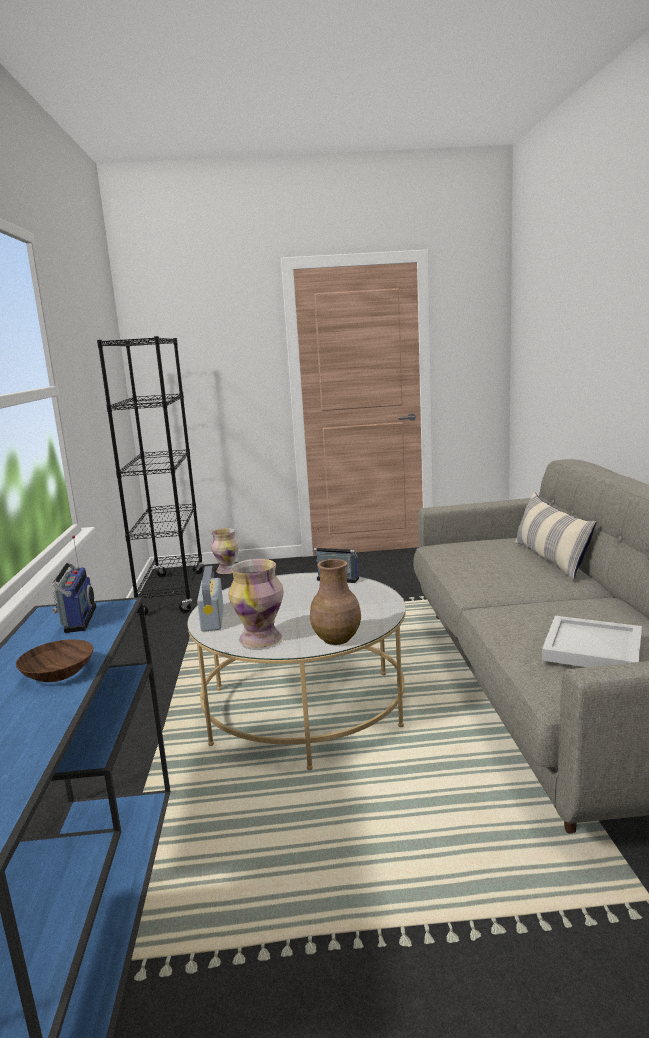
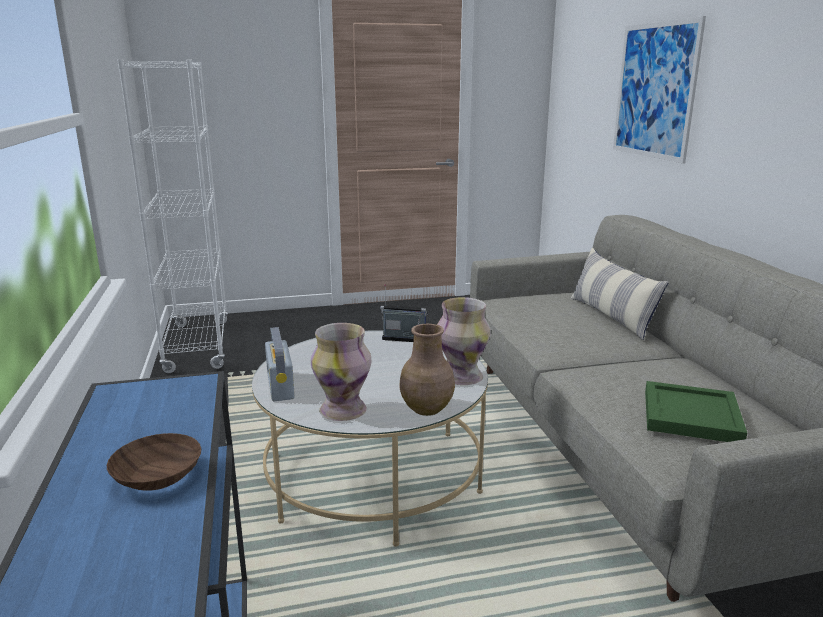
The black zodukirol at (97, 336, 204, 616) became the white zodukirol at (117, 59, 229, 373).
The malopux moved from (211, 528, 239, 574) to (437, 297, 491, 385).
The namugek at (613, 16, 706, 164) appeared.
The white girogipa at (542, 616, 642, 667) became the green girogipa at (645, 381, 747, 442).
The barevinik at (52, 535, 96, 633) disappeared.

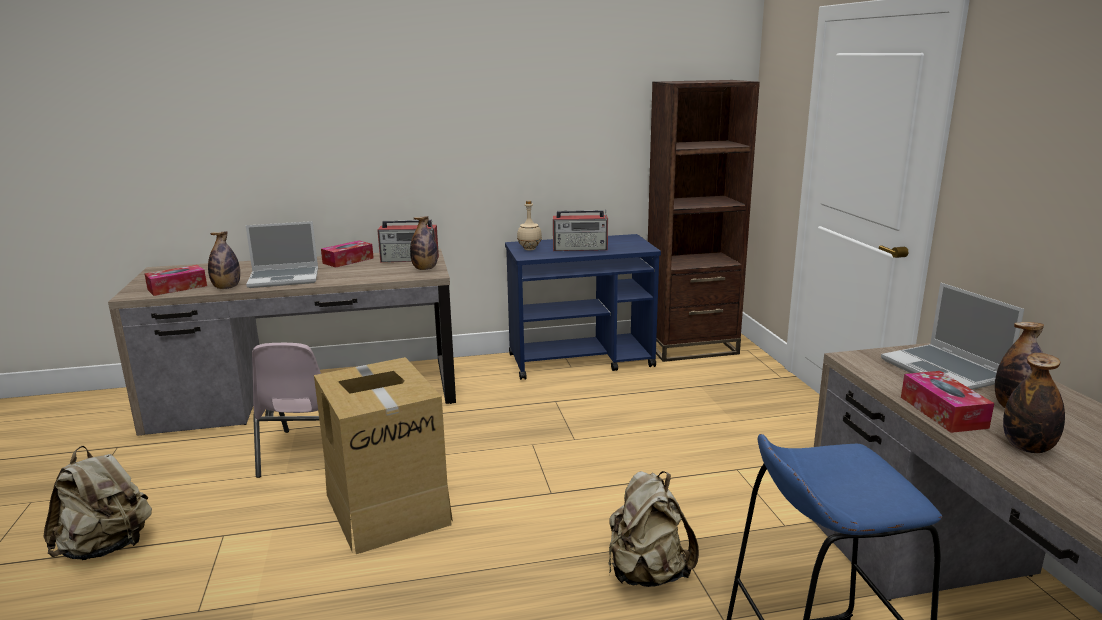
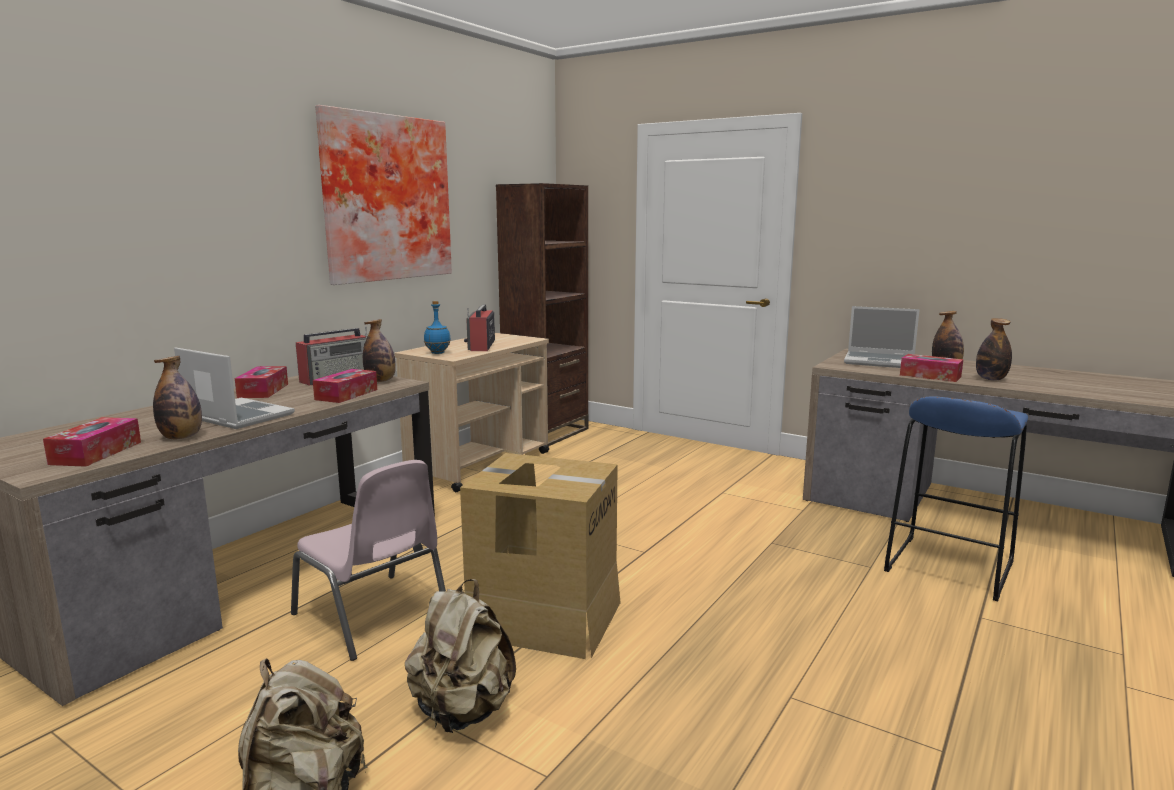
The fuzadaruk at (246, 221, 318, 288) turned 90 degrees counterclockwise.
The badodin at (313, 369, 377, 403) appeared.
The namugek at (315, 105, 452, 285) appeared.
The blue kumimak at (505, 234, 661, 380) became the beige kumimak at (394, 333, 549, 492).
The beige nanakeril moved from (608, 471, 699, 587) to (405, 579, 516, 733).
The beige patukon at (517, 201, 542, 251) became the blue patukon at (424, 301, 451, 354).
The barevinik at (553, 210, 608, 251) turned 135 degrees clockwise.

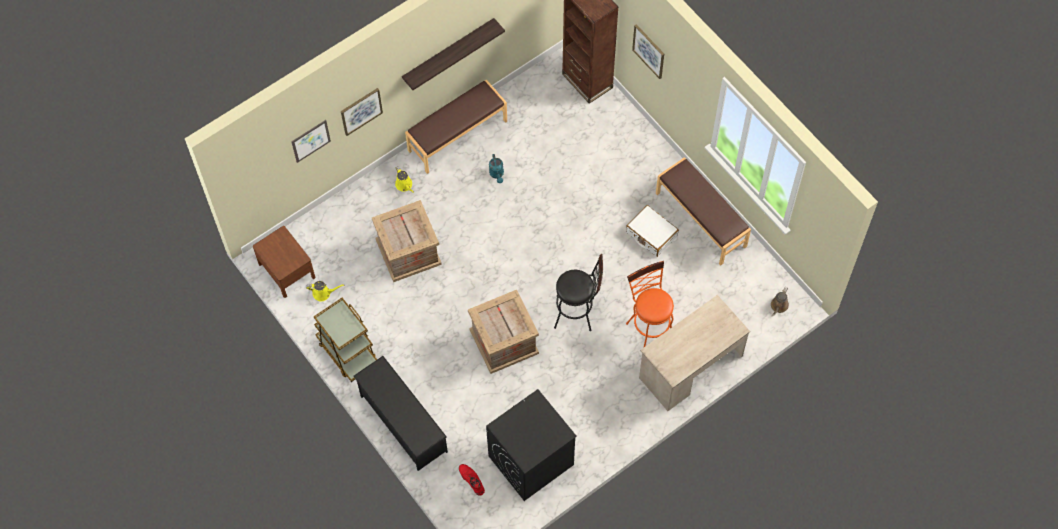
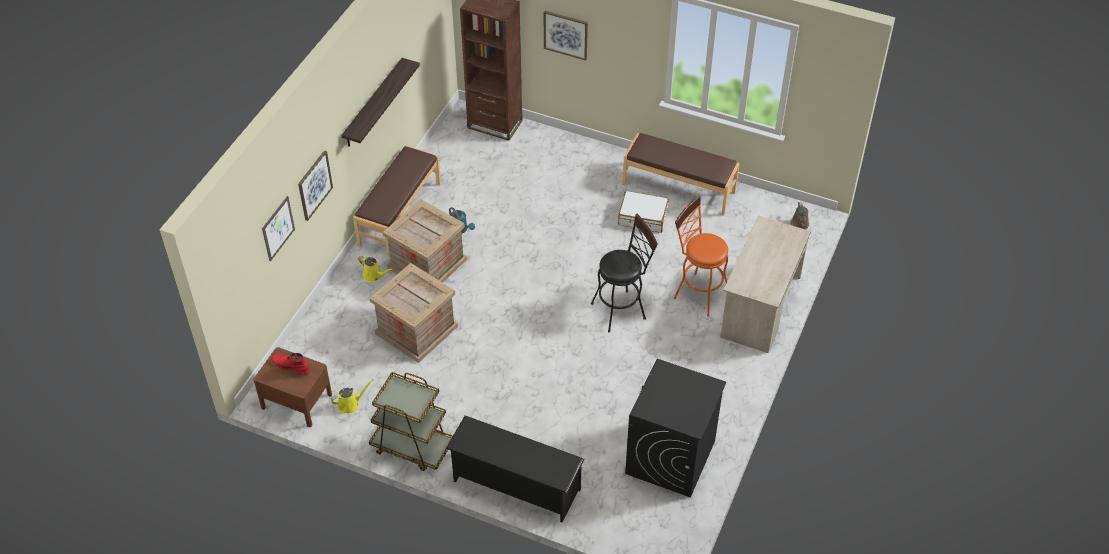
The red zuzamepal moved from (459, 464, 485, 496) to (271, 353, 311, 376).
The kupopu moved from (468, 290, 539, 374) to (383, 199, 467, 283).

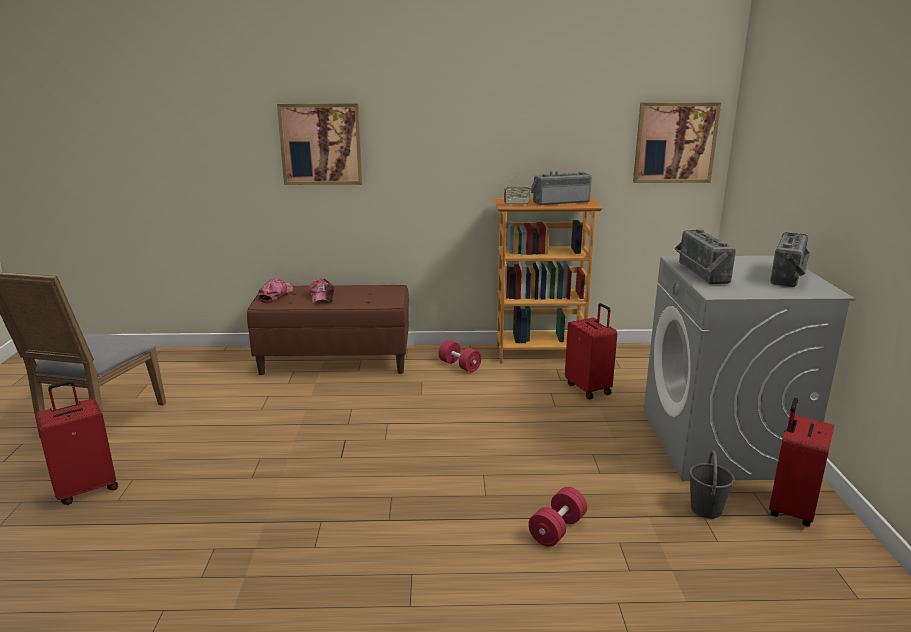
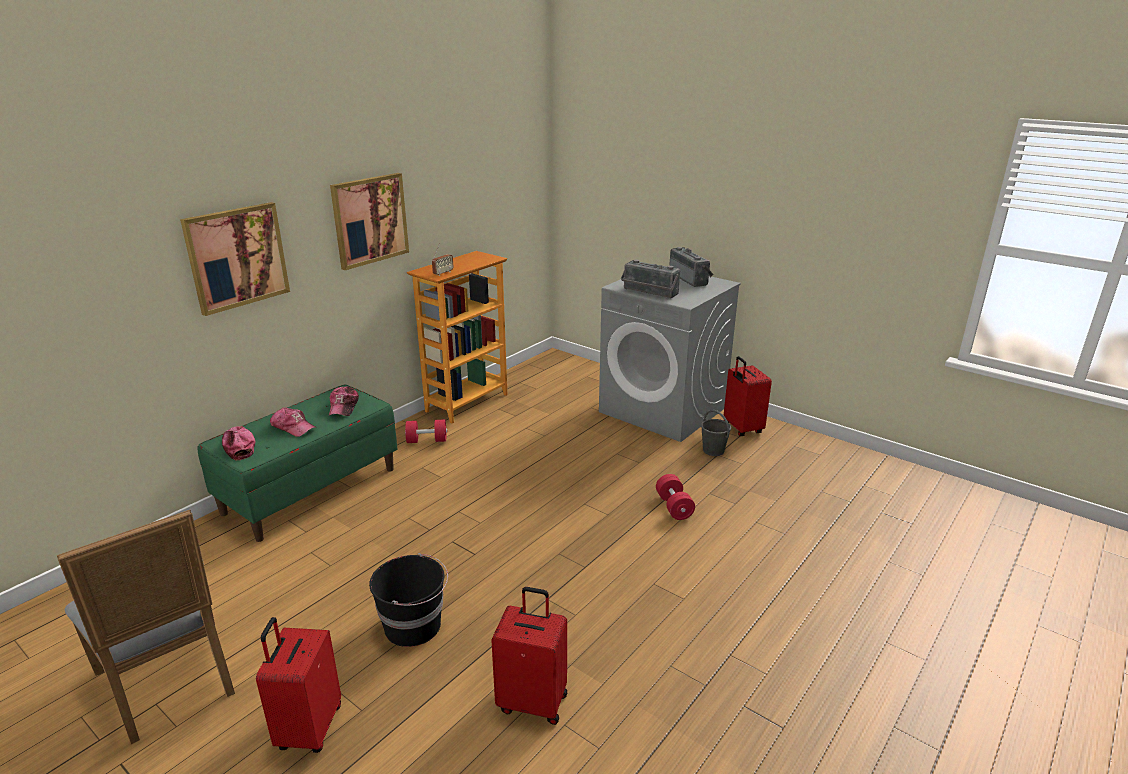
The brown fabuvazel at (247, 285, 409, 375) became the green fabuvazel at (197, 384, 397, 542).
The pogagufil at (329, 387, 359, 416) appeared.
The namugek moved from (633, 102, 721, 183) to (330, 173, 409, 270).
The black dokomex at (369, 553, 448, 647) appeared.
The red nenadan moved from (565, 303, 617, 399) to (491, 587, 567, 725).
The barevinik at (530, 171, 592, 206) disappeared.

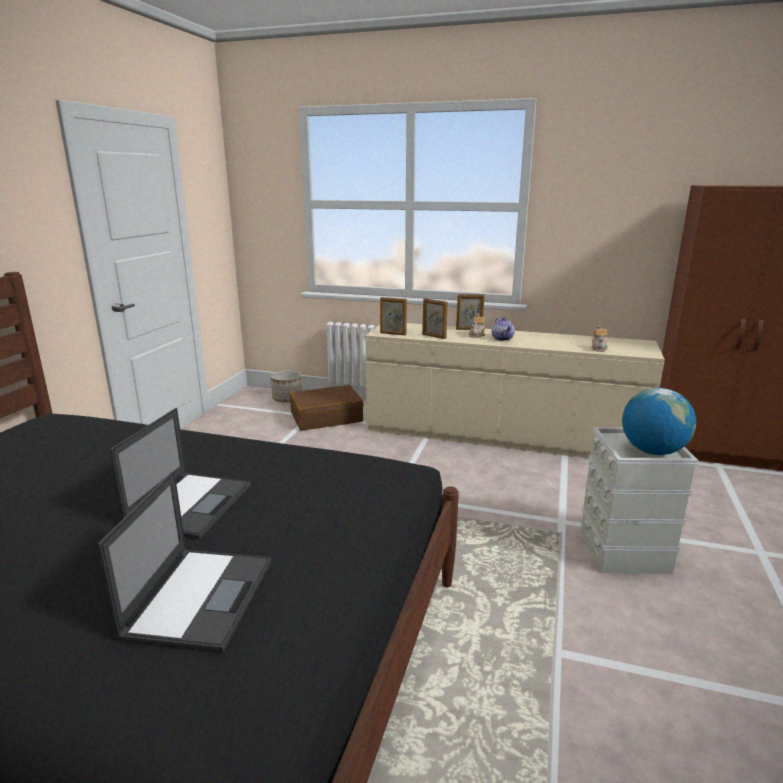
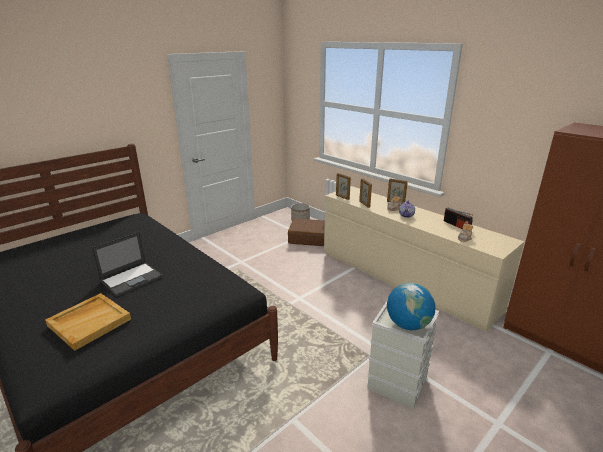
The fuzadaruk at (98, 471, 271, 652) was replaced by the beige girogipa at (45, 293, 131, 351).
The barevinik at (444, 208, 473, 229) appeared.

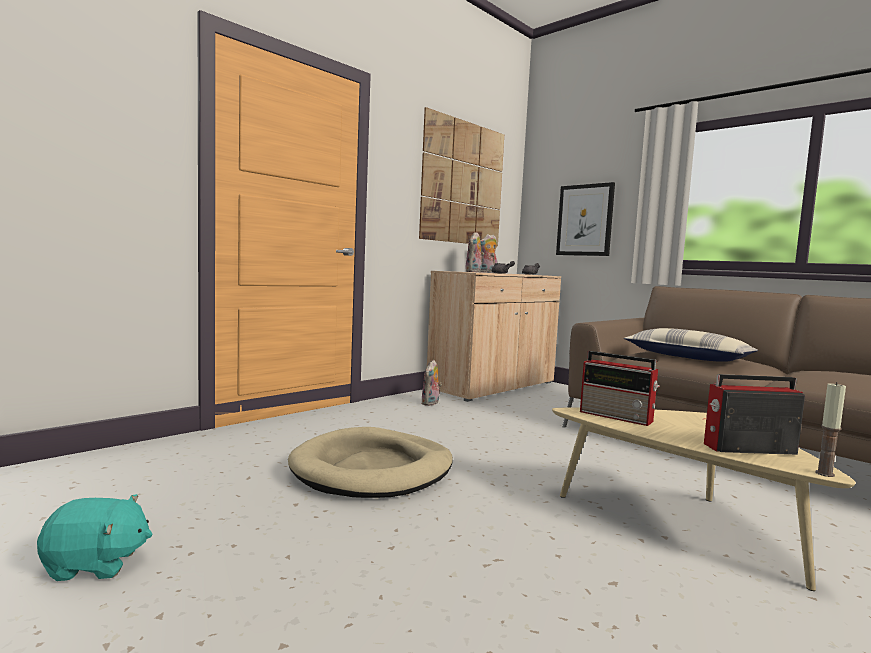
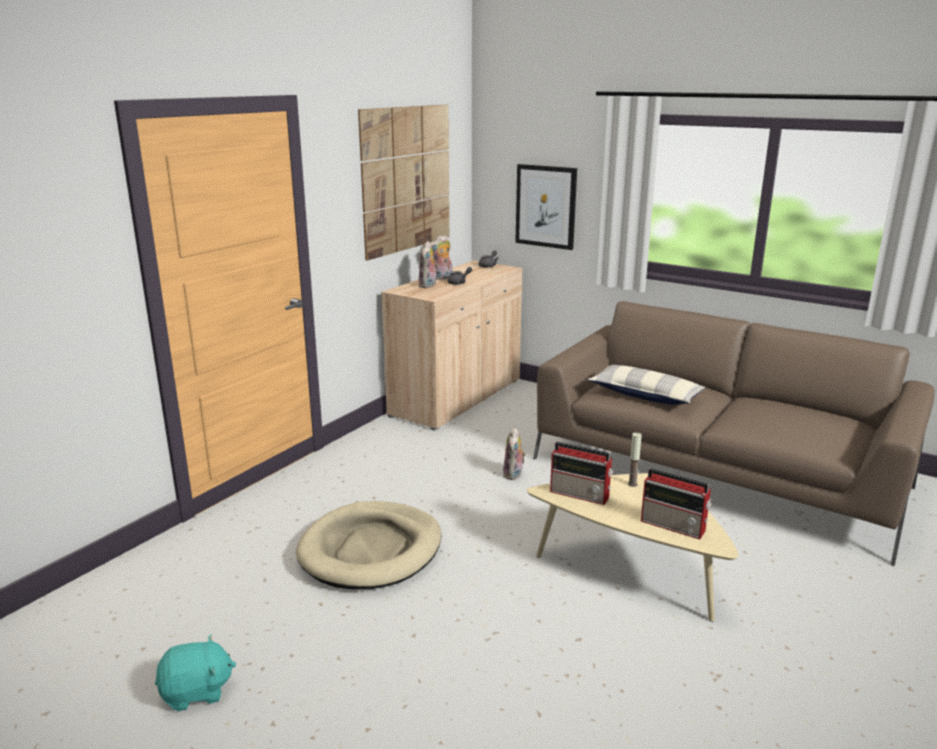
The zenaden moved from (421, 360, 442, 406) to (503, 427, 526, 480).
The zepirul moved from (815, 382, 846, 477) to (628, 433, 642, 487).
The barevinik at (704, 374, 805, 455) turned 135 degrees counterclockwise.

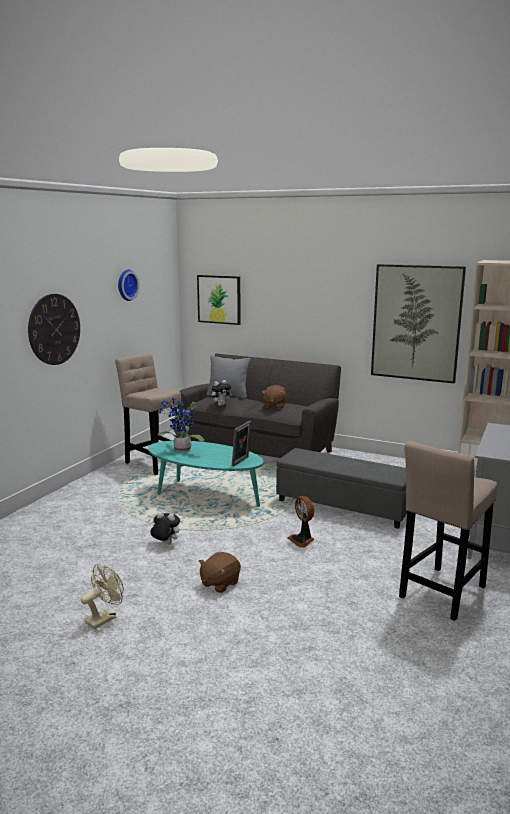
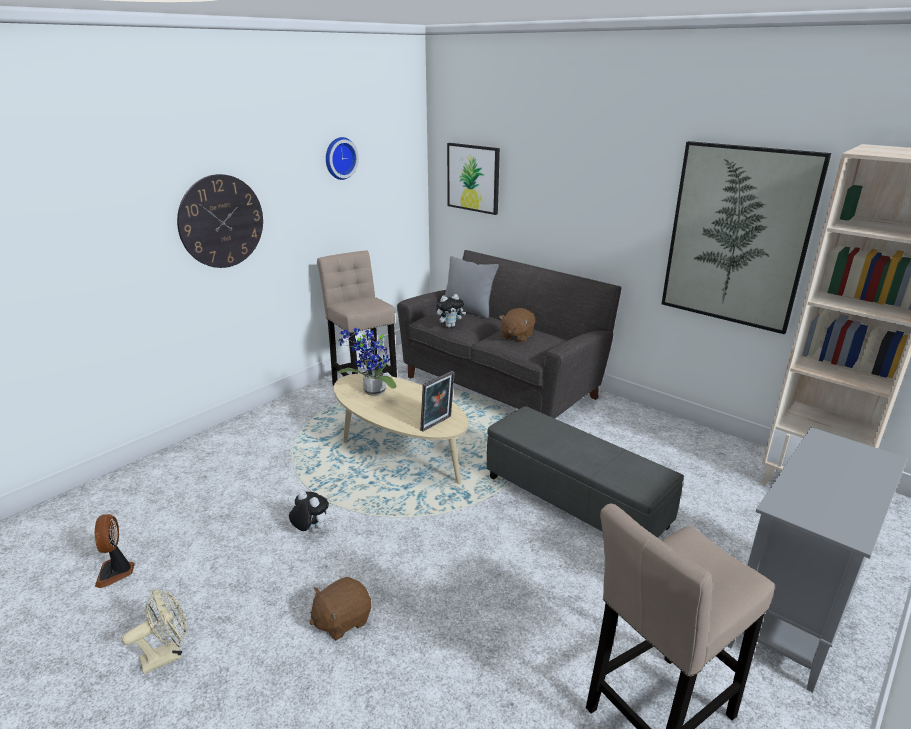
The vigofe moved from (288, 496, 314, 548) to (95, 514, 135, 588).
The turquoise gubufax at (148, 441, 264, 507) became the beige gubufax at (334, 373, 468, 484).

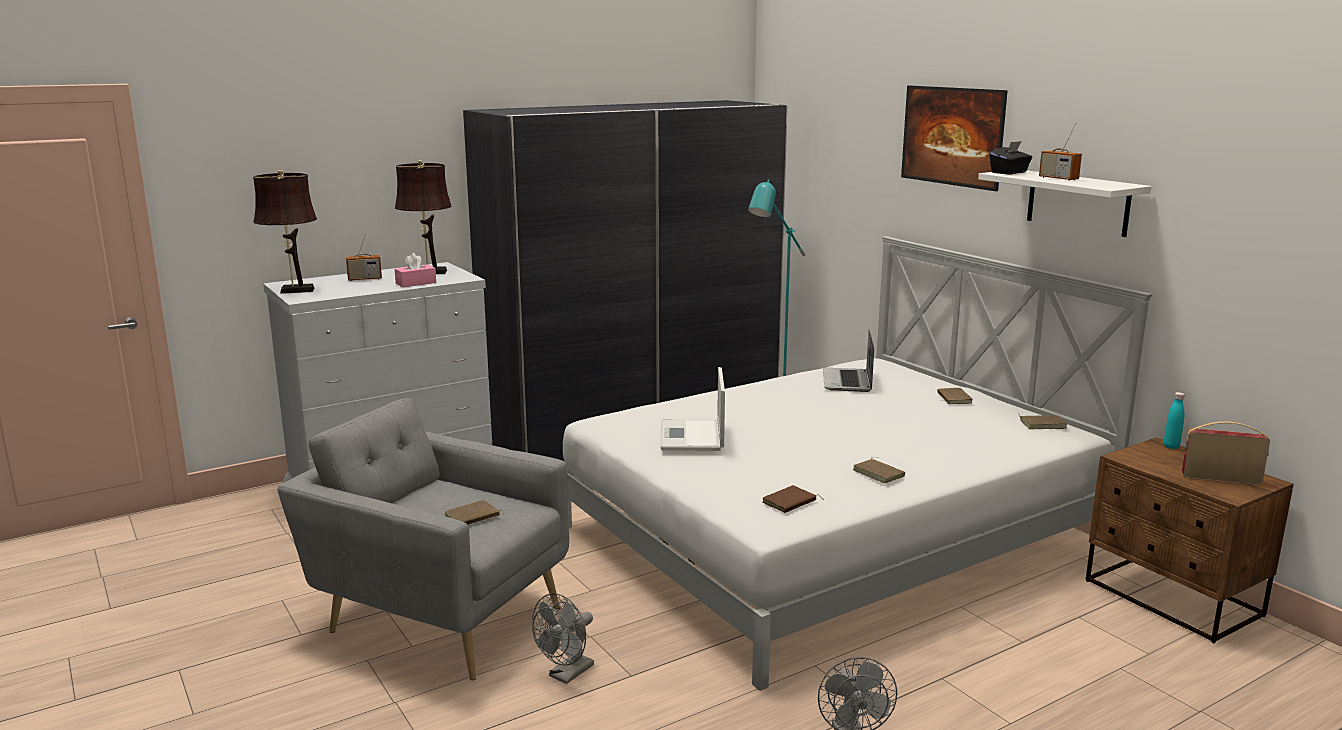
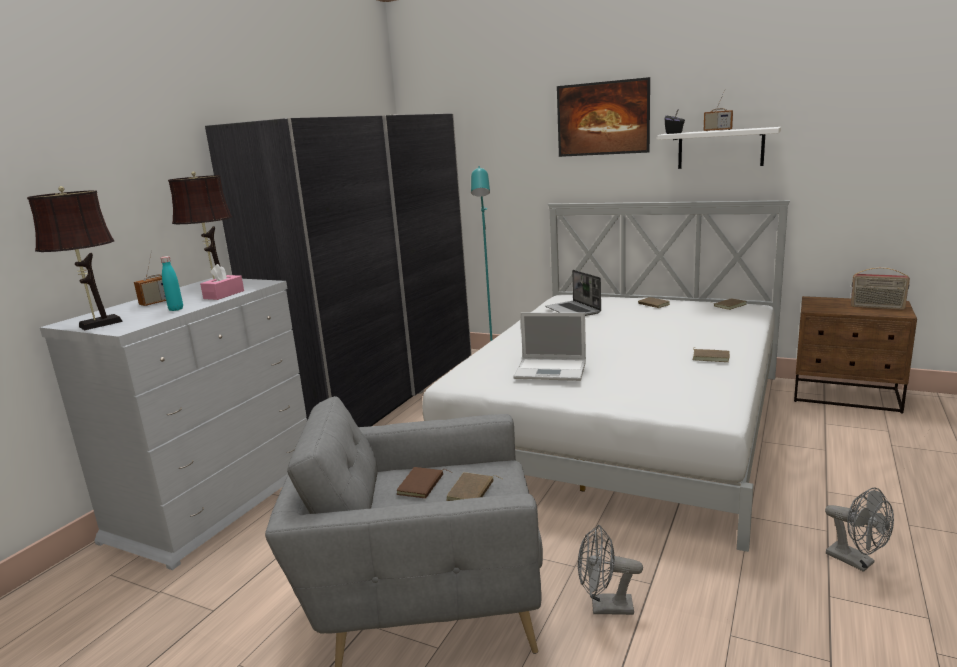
The turquoise patukon moved from (1164, 392, 1185, 449) to (161, 256, 183, 311).
The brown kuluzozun moved from (762, 485, 824, 513) to (396, 467, 452, 499).
The fuzadaruk at (661, 367, 725, 451) turned 45 degrees counterclockwise.
The grey vigofe at (532, 593, 594, 684) turned 90 degrees clockwise.
The barevinik at (1182, 421, 1270, 485) turned 135 degrees counterclockwise.

